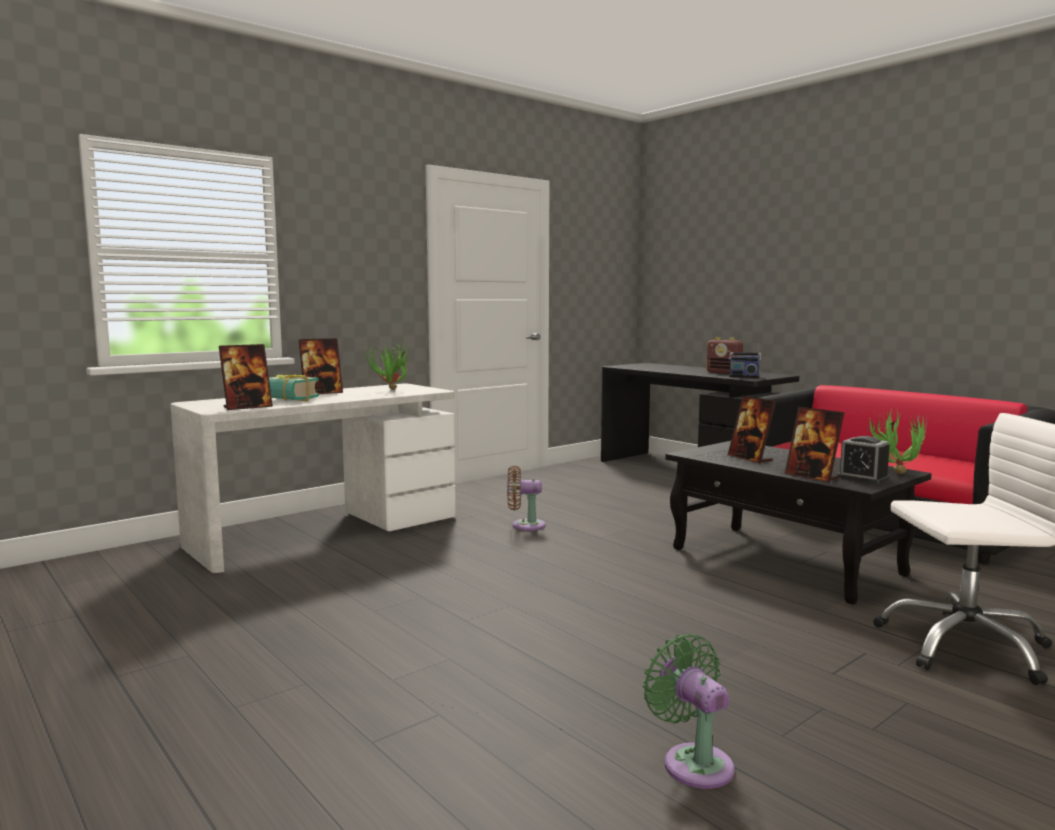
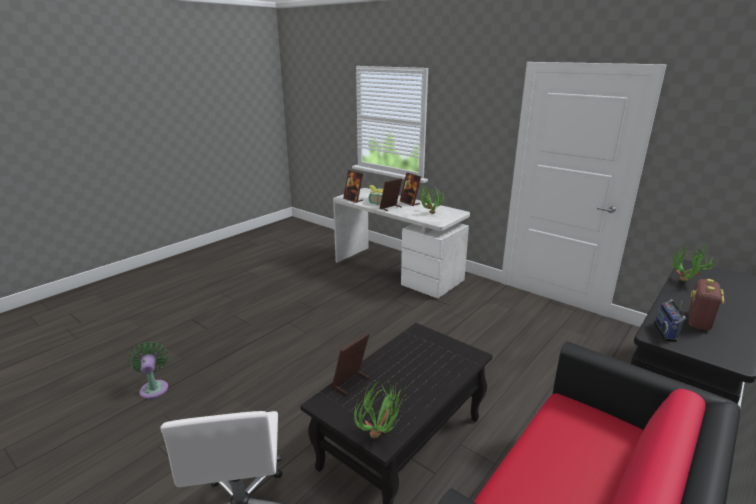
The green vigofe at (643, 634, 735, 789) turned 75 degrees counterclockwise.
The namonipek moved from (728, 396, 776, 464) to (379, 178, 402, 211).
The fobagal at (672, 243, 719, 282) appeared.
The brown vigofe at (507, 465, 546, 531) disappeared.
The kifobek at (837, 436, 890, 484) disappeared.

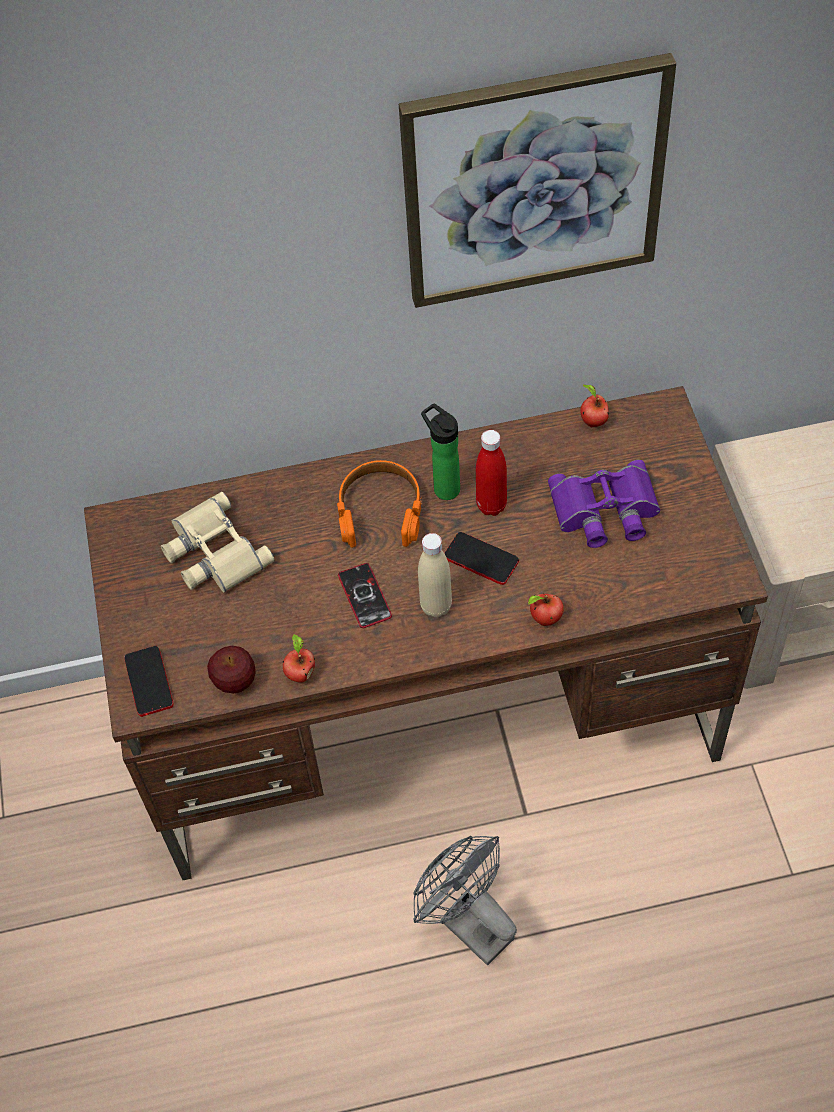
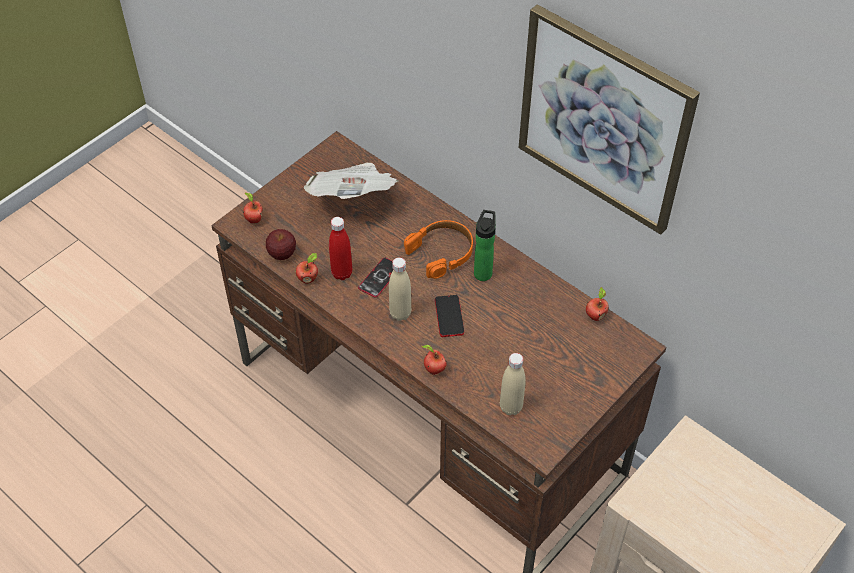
The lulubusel at (124, 646, 173, 717) was replaced by the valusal at (243, 193, 263, 223).
The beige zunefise at (161, 492, 275, 592) was replaced by the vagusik at (303, 163, 398, 199).
The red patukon moved from (476, 430, 507, 516) to (329, 217, 352, 280).
The beige patukon at (500, 353, 526, 415) appeared.
The grey vigofe at (413, 836, 517, 965) disappeared.
The purple zunefise at (548, 460, 660, 548) disappeared.

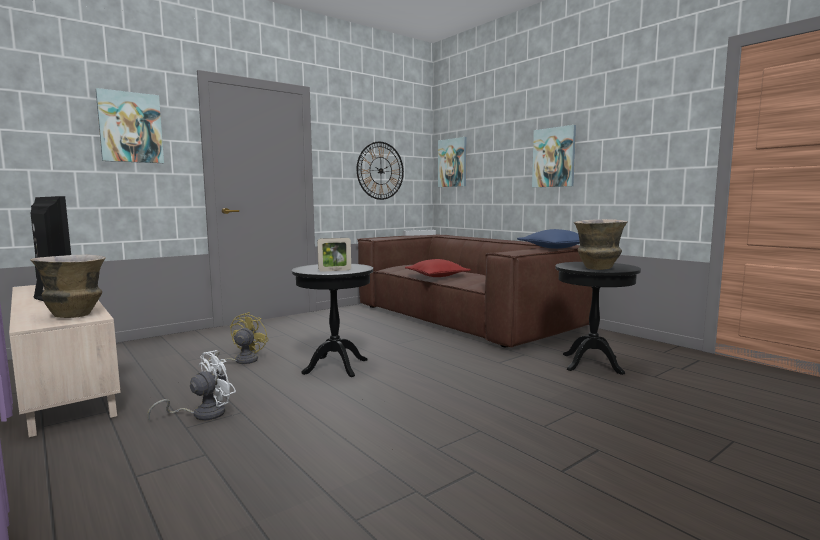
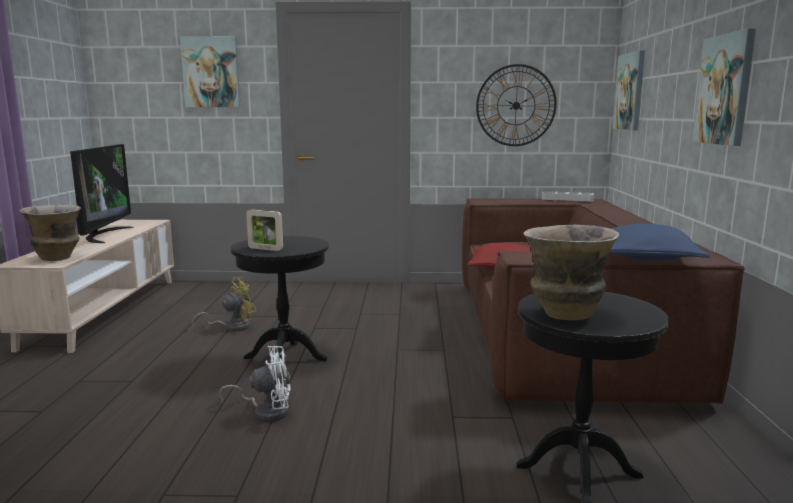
The white vigofe moved from (147, 350, 236, 421) to (219, 346, 291, 422).

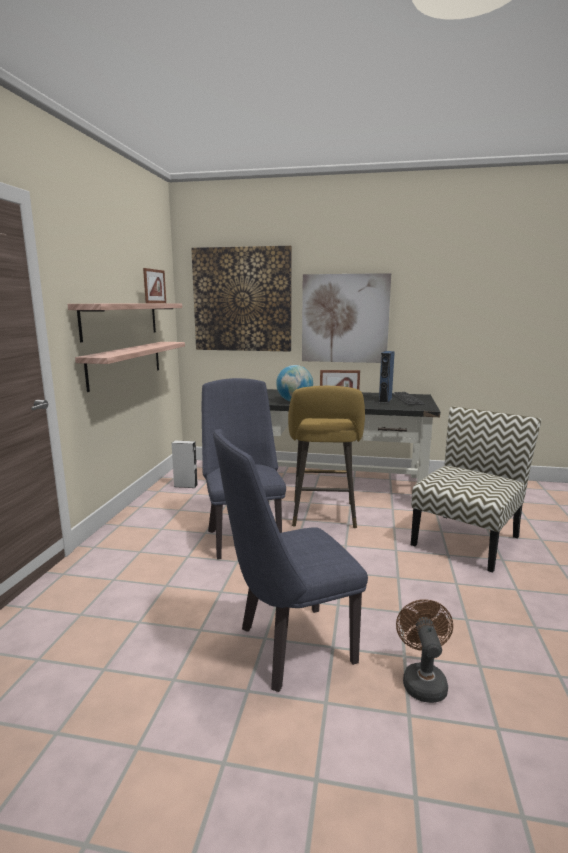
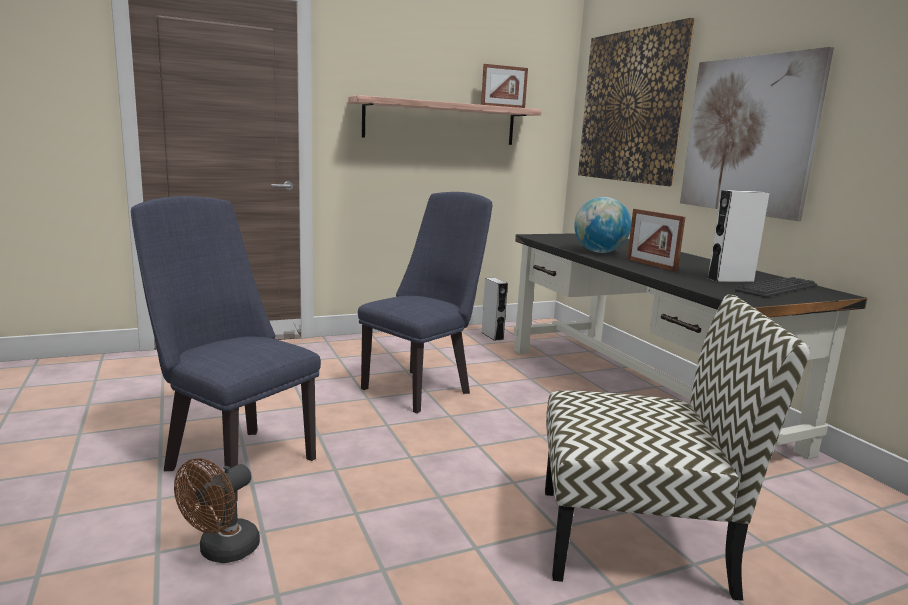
The brown vigofe at (396, 599, 453, 703) turned 150 degrees clockwise.
The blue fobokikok at (379, 351, 395, 403) became the white fobokikok at (707, 190, 769, 282).
The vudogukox at (75, 342, 185, 392) disappeared.
The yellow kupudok at (288, 386, 365, 528) disappeared.

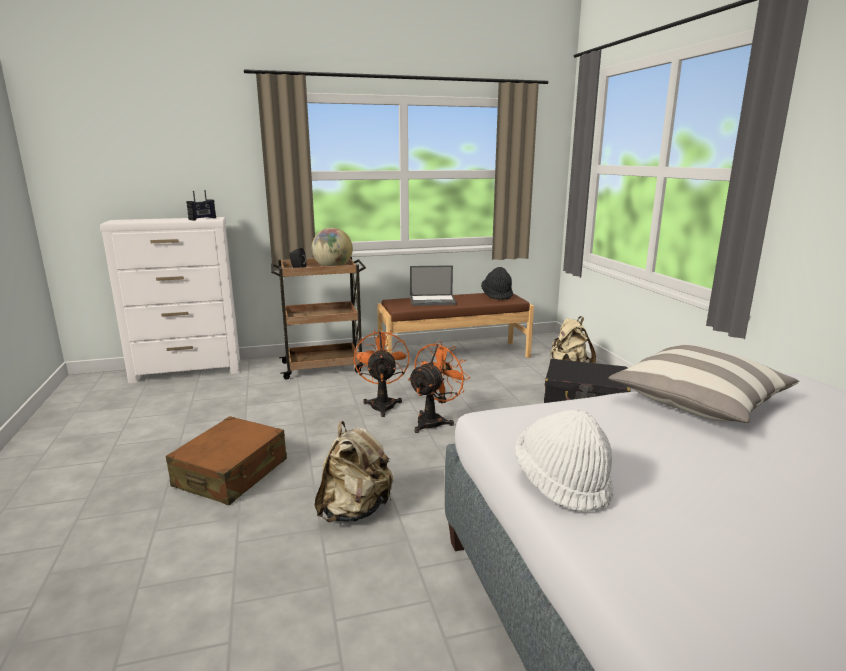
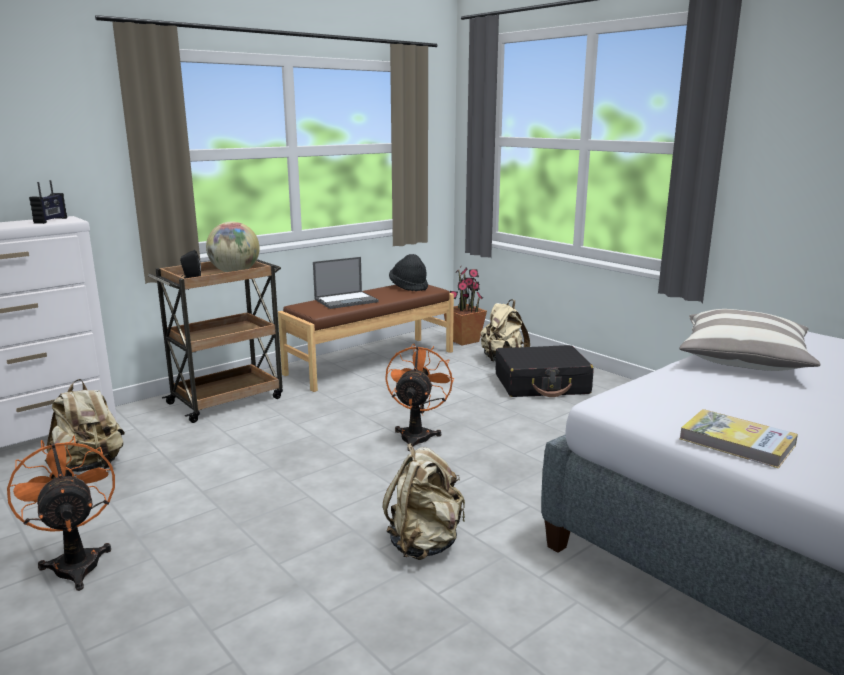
The orange vigofe moved from (354, 330, 410, 417) to (7, 436, 115, 591).
The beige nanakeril at (45, 379, 125, 472) appeared.
The fobagal at (444, 268, 487, 345) appeared.
The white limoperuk at (515, 410, 614, 512) was replaced by the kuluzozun at (680, 409, 798, 468).
The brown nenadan at (166, 416, 287, 505) disappeared.

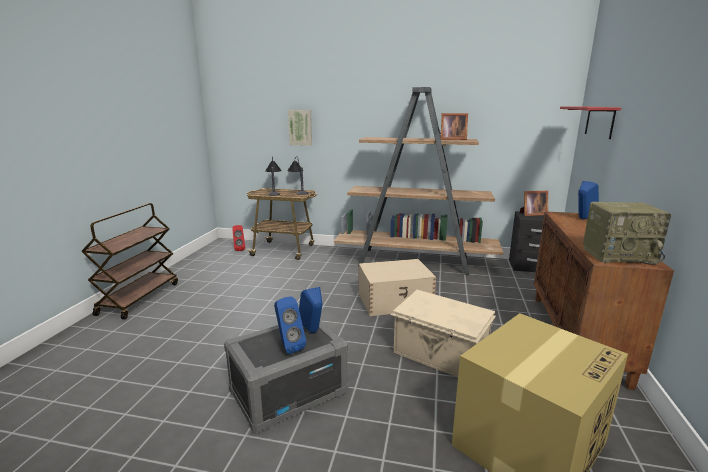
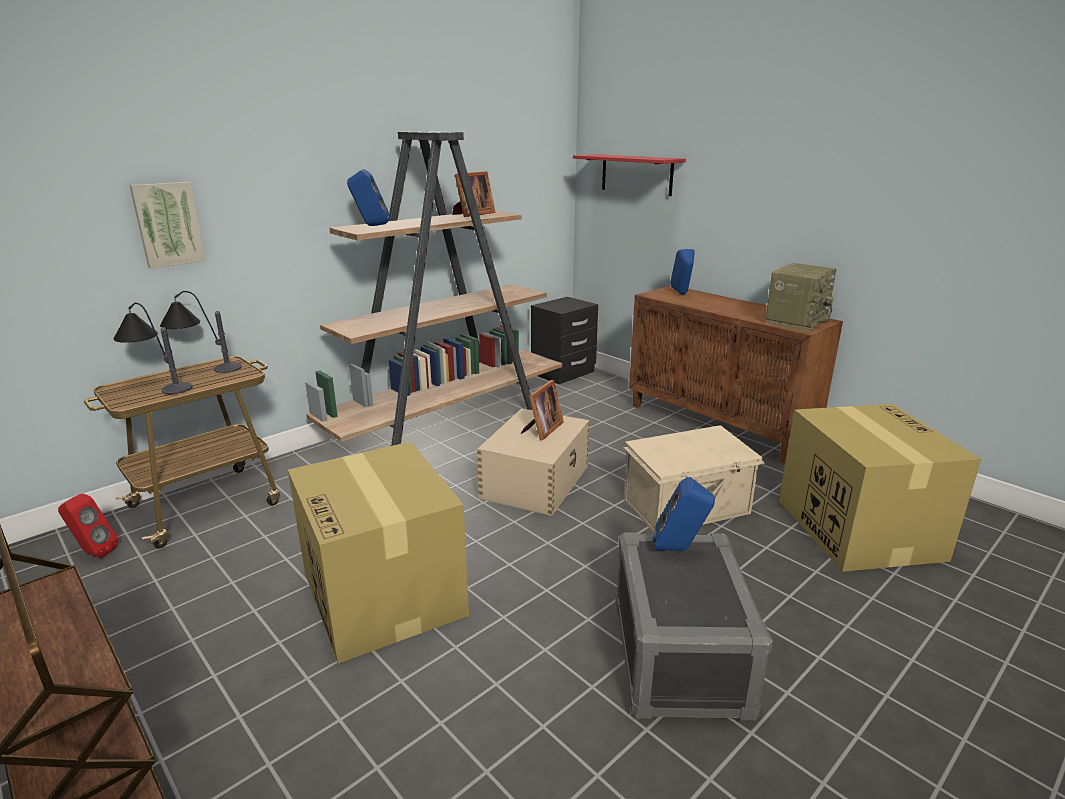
The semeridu at (288, 442, 469, 664) appeared.
The blue fobokikok moved from (274, 296, 306, 354) to (347, 169, 390, 226).
The namonipek moved from (520, 191, 548, 216) to (521, 380, 564, 440).

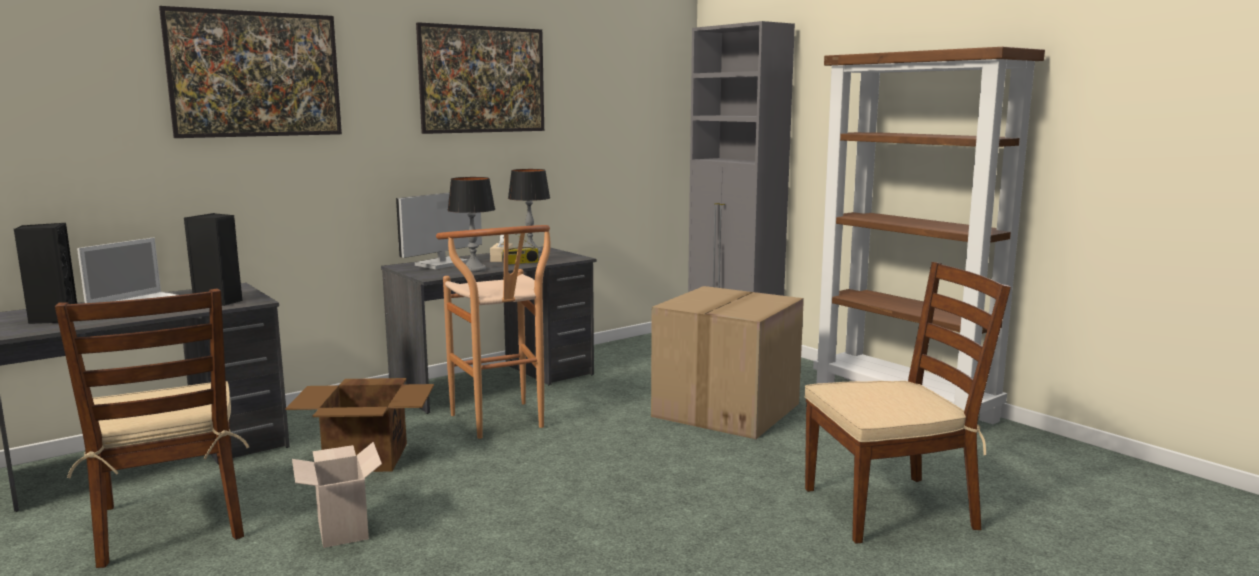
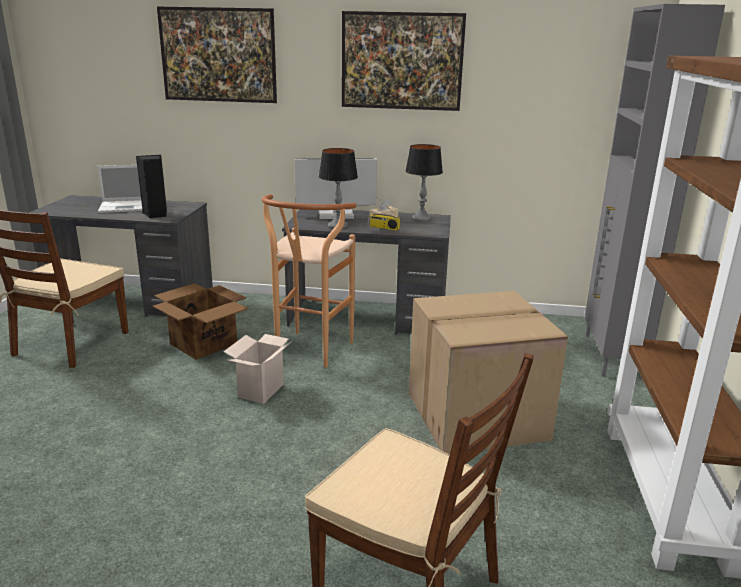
The semeridu moved from (292, 442, 382, 548) to (223, 334, 291, 404).
The black fobokikok at (13, 223, 77, 324) disappeared.

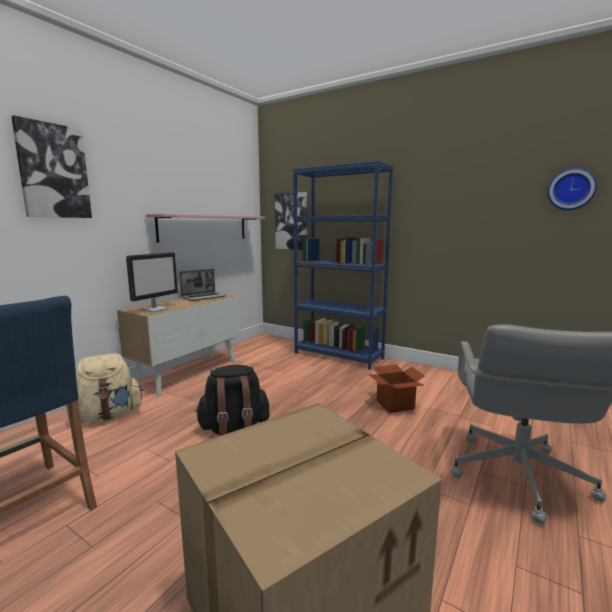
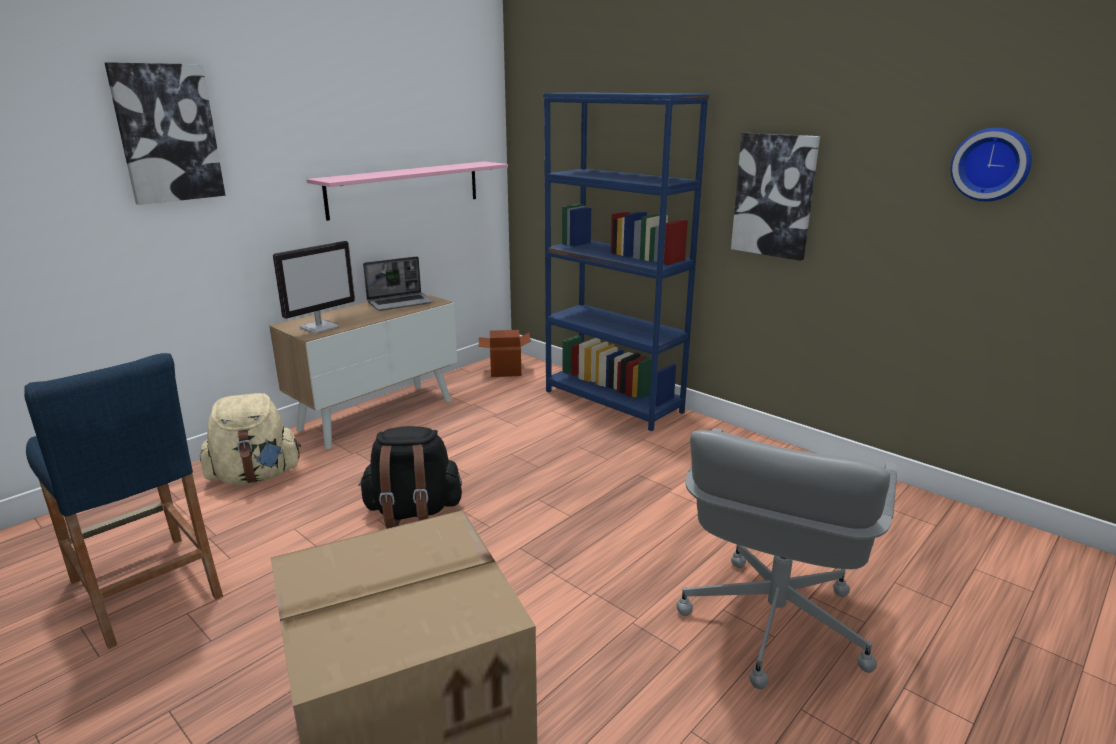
The semeridu moved from (369, 364, 425, 413) to (479, 330, 531, 377).
The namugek moved from (275, 192, 307, 250) to (731, 133, 820, 261).

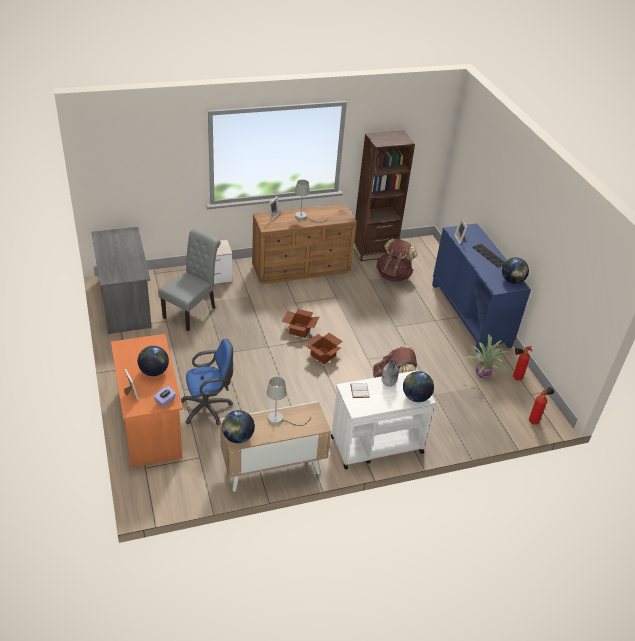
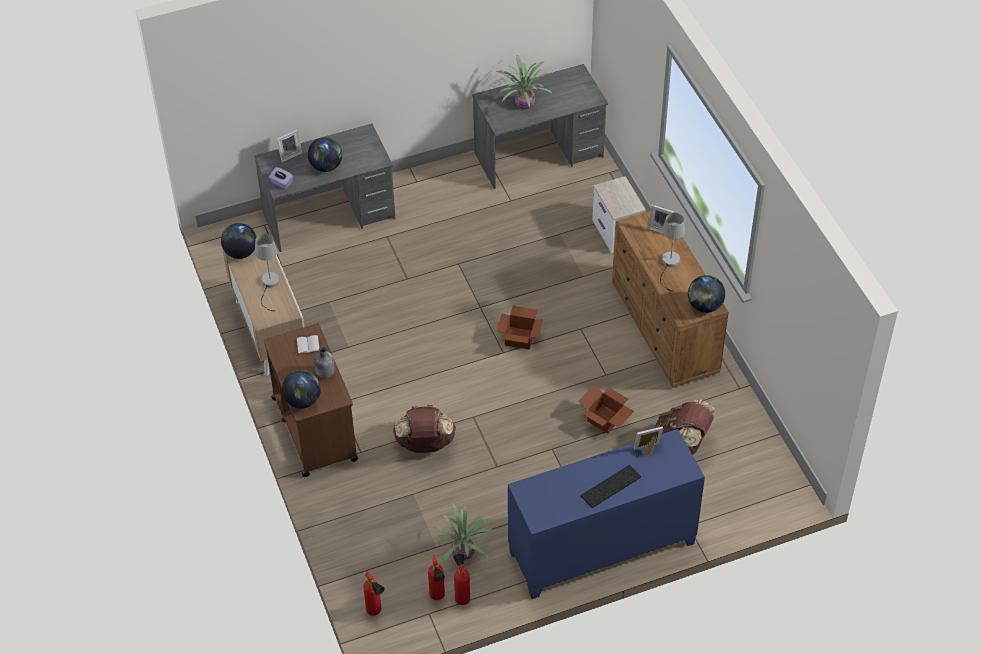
The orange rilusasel at (111, 334, 183, 468) became the grey rilusasel at (255, 124, 396, 252).
The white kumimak at (331, 370, 436, 469) became the brown kumimak at (264, 324, 358, 477).
The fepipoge at (428, 554, 445, 600) appeared.
The fobagal at (496, 55, 553, 109) appeared.
The semeridu moved from (306, 333, 343, 364) to (579, 385, 634, 434).
The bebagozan moved from (502, 257, 529, 284) to (688, 275, 725, 313).
The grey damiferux at (158, 229, 221, 331) disappeared.
The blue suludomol at (181, 339, 233, 425) disappeared.
The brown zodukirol at (354, 130, 415, 261) disappeared.

